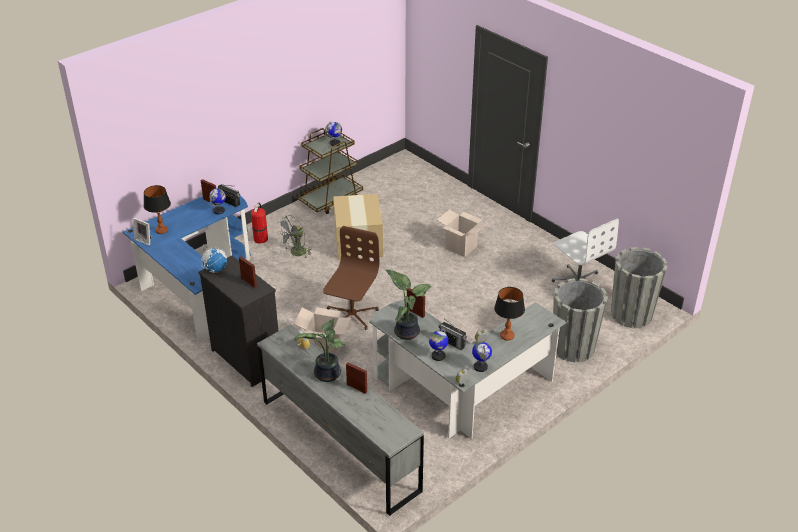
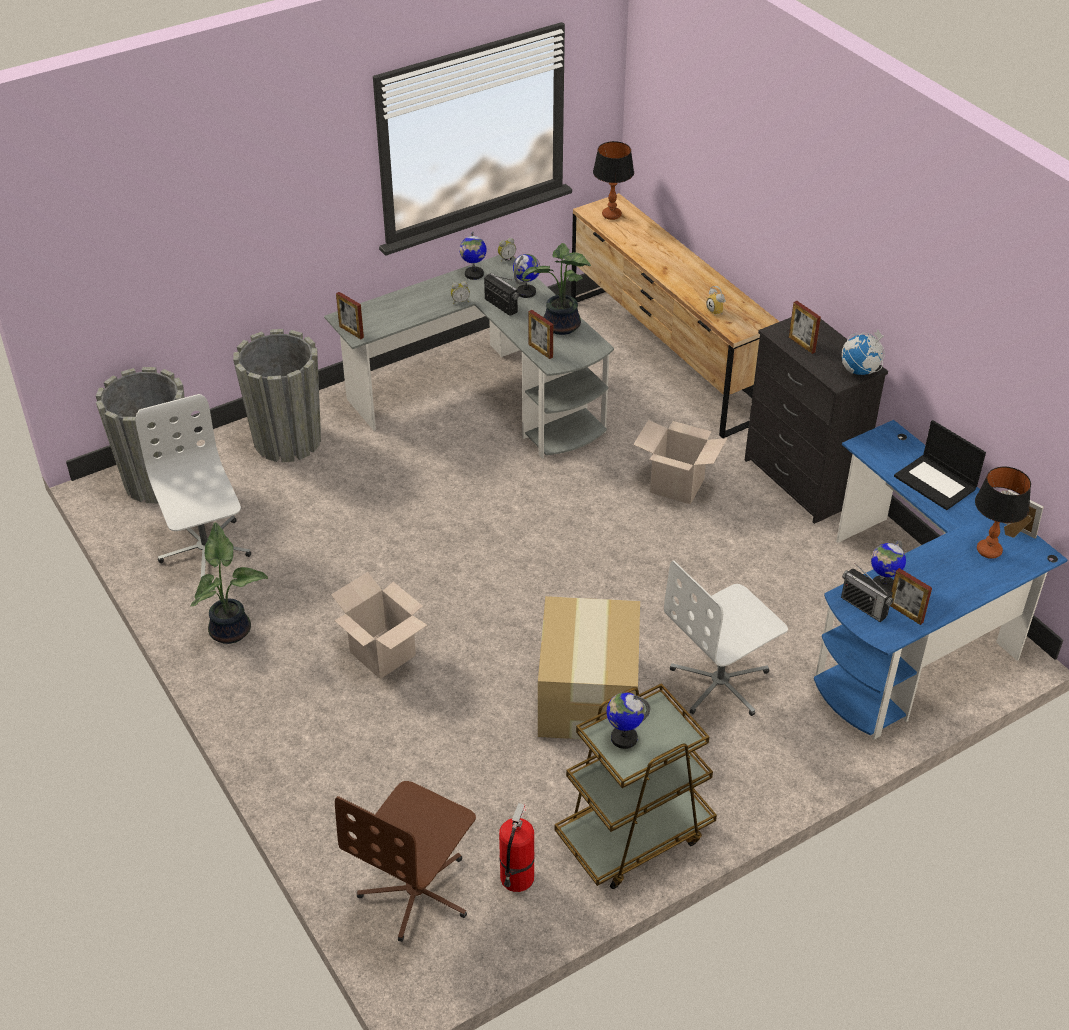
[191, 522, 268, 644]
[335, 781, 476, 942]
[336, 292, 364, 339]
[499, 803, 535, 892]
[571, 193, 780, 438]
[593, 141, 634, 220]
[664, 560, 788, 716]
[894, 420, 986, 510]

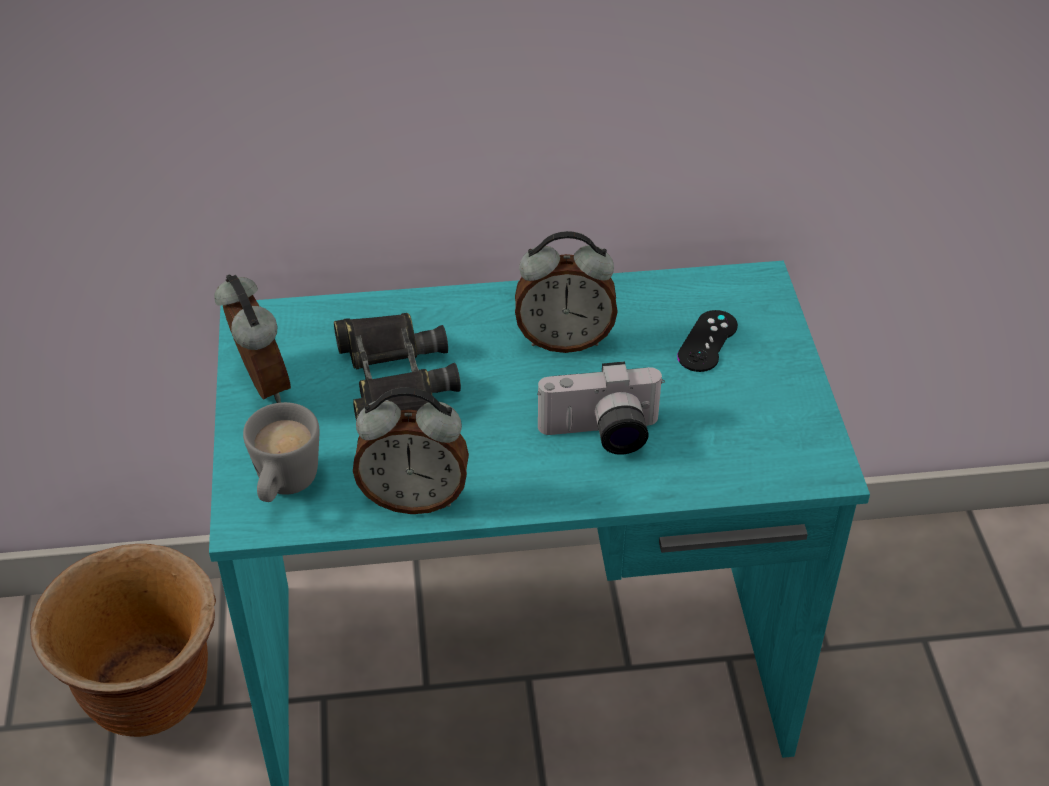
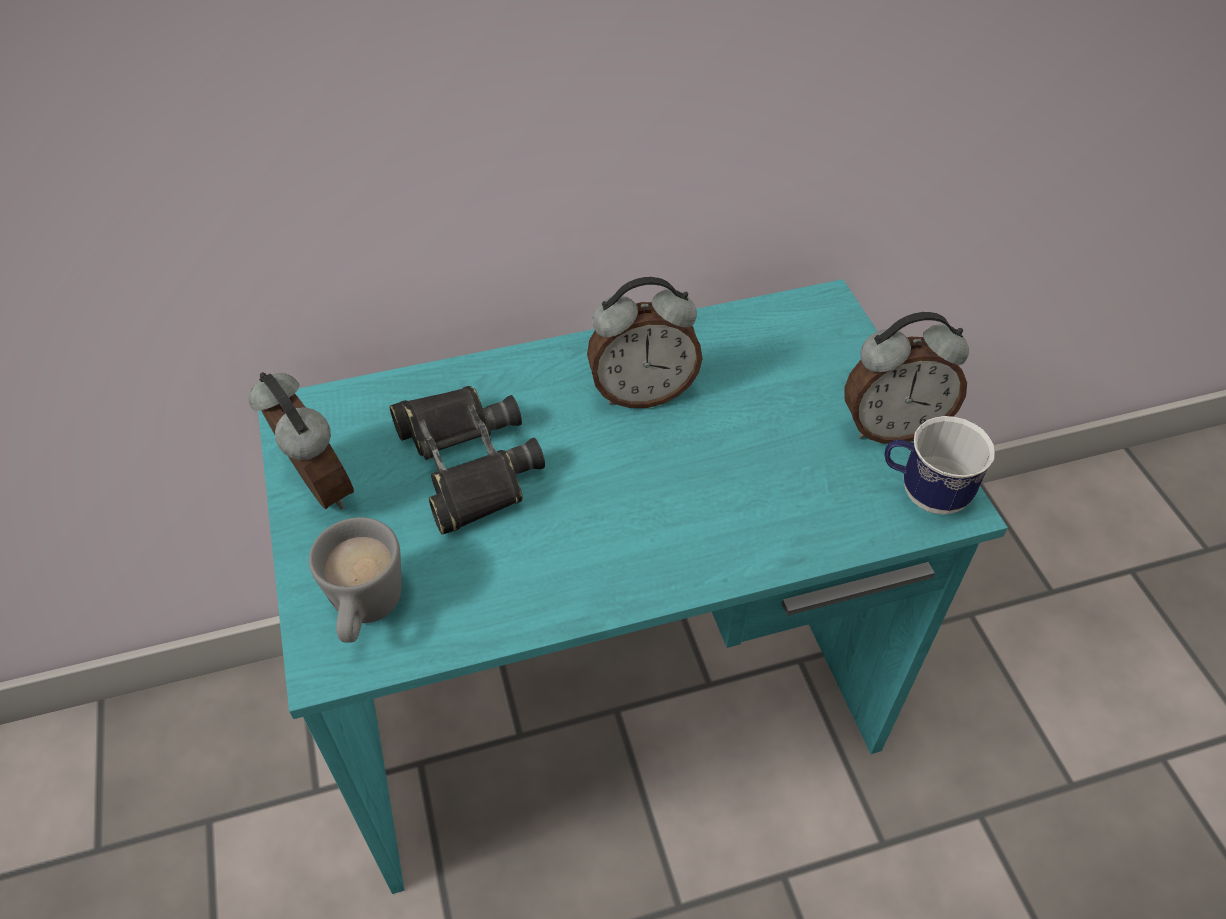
[844, 312, 969, 444]
[884, 416, 995, 515]
[30, 544, 216, 737] (first image)
[537, 361, 665, 455] (first image)
[677, 310, 738, 372] (first image)

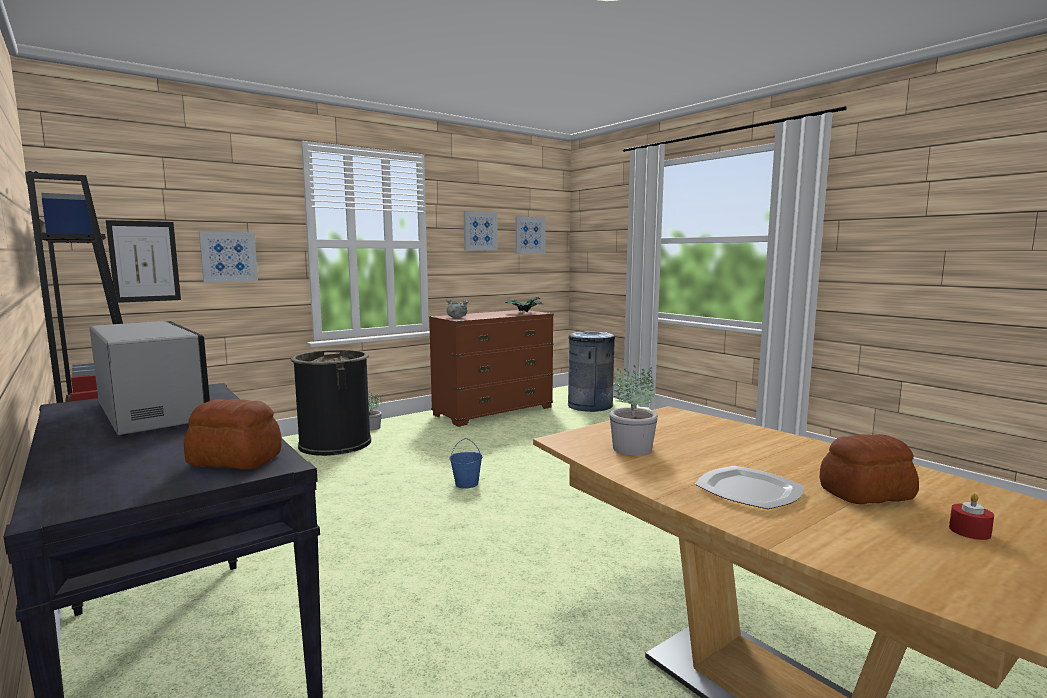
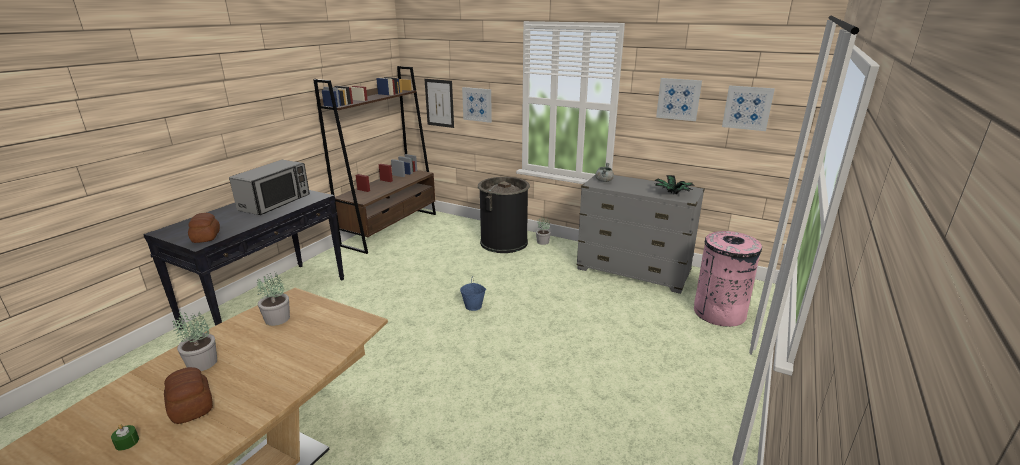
[111, 424, 139, 451]
[172, 311, 217, 371]
[576, 175, 705, 294]
[694, 231, 762, 327]

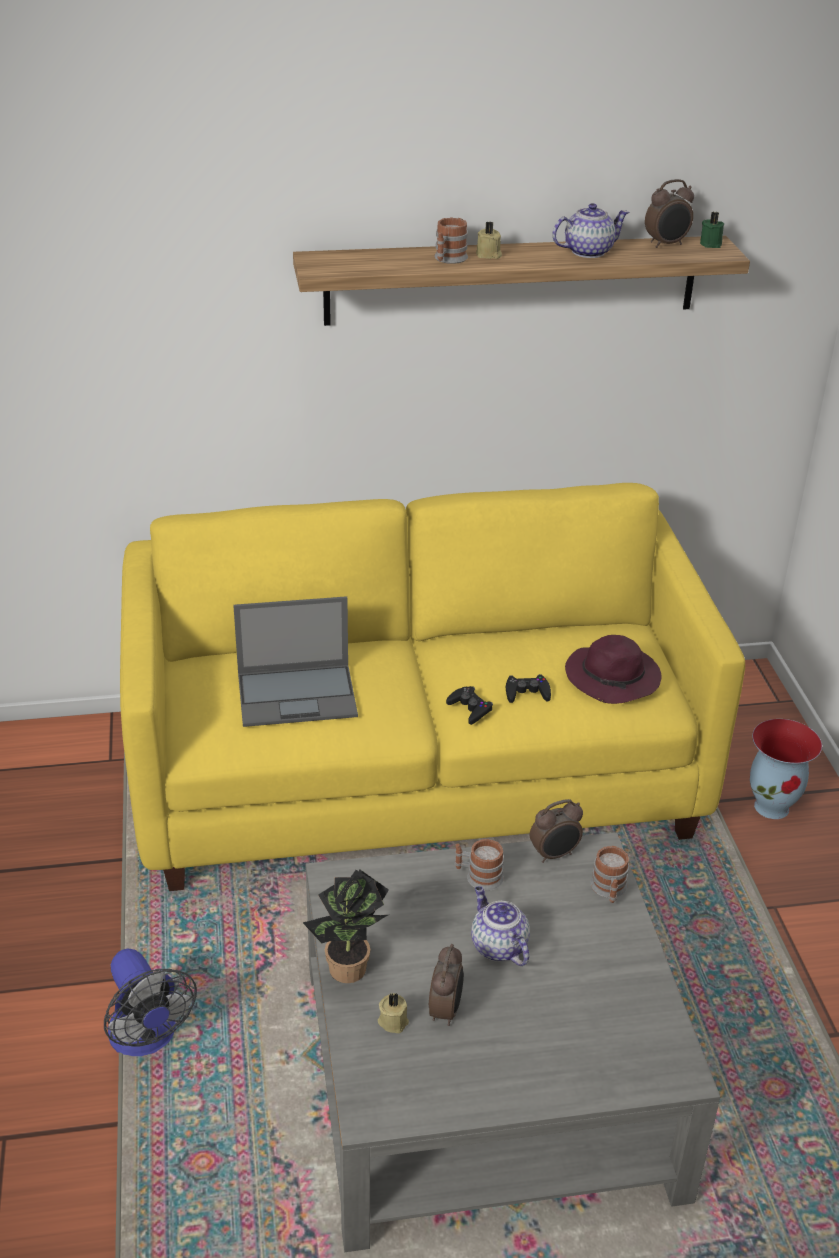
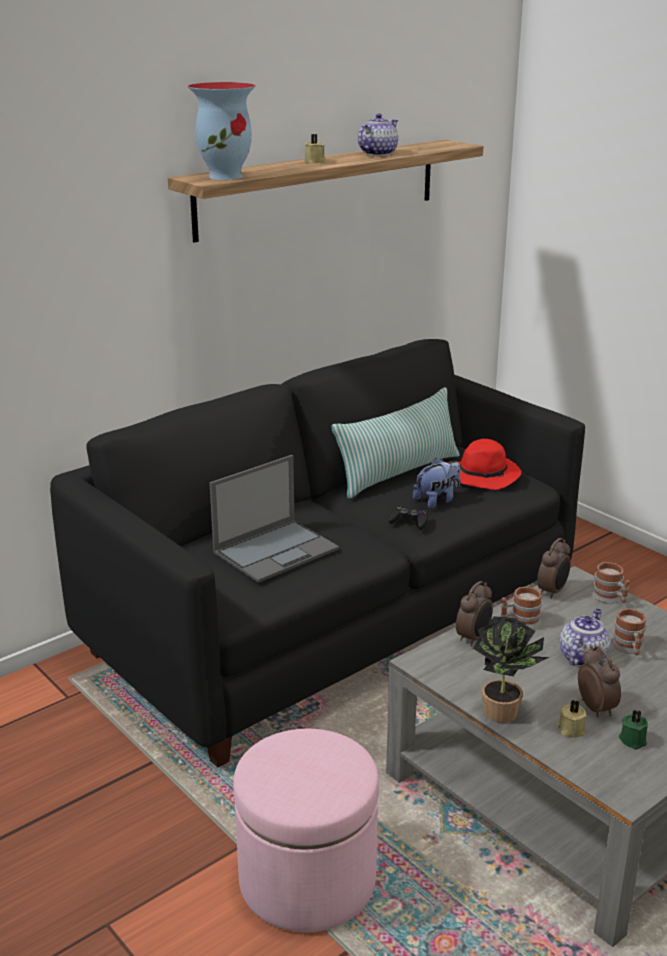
[50, 339, 585, 767]
[188, 82, 256, 180]
[233, 729, 379, 932]
[331, 387, 460, 499]
[413, 458, 461, 509]
[448, 439, 521, 490]
[456, 581, 493, 646]
[559, 609, 610, 666]
[611, 608, 646, 655]
[619, 709, 648, 749]

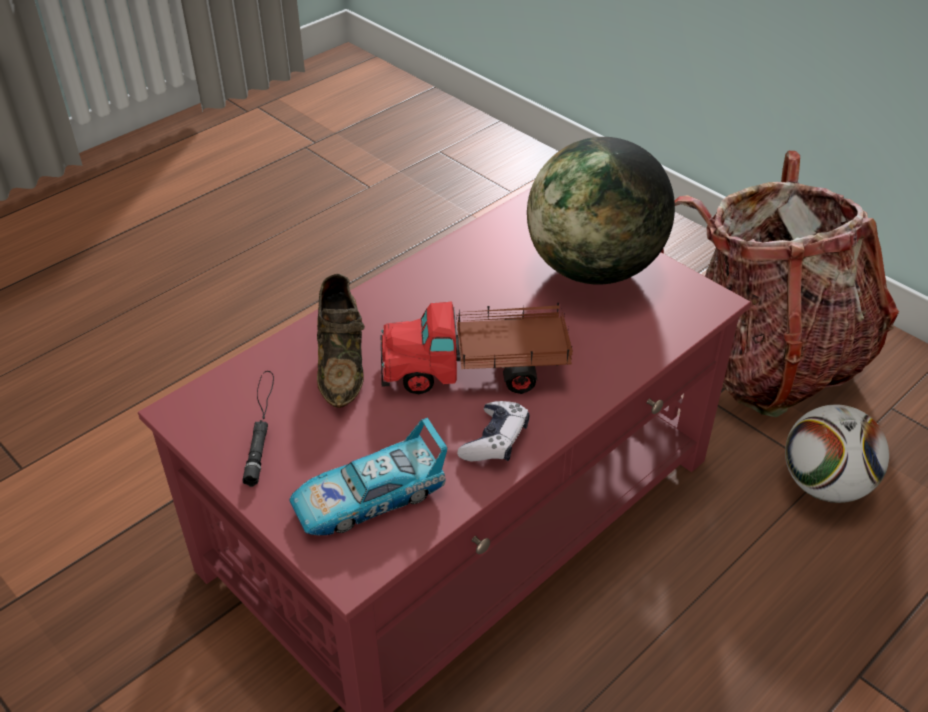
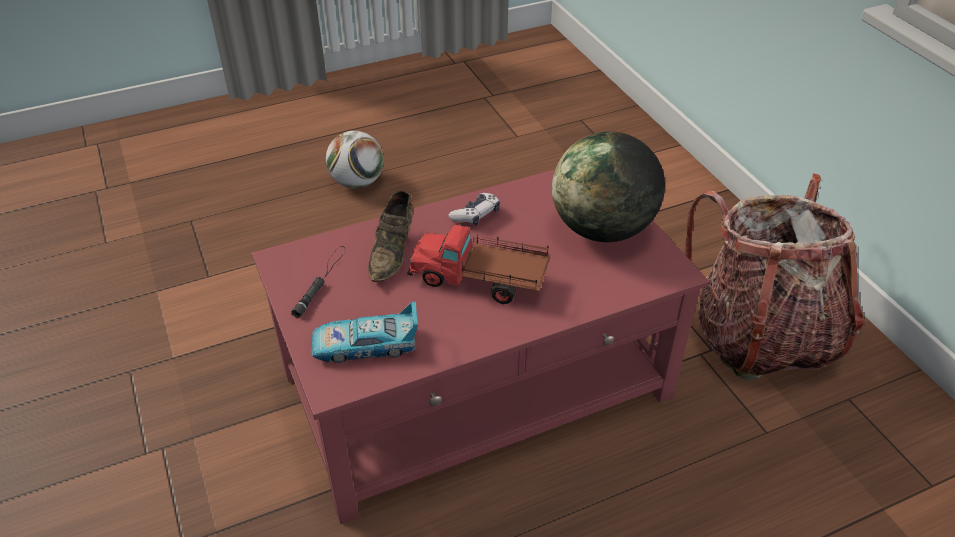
[326, 131, 384, 189]
[448, 193, 500, 226]

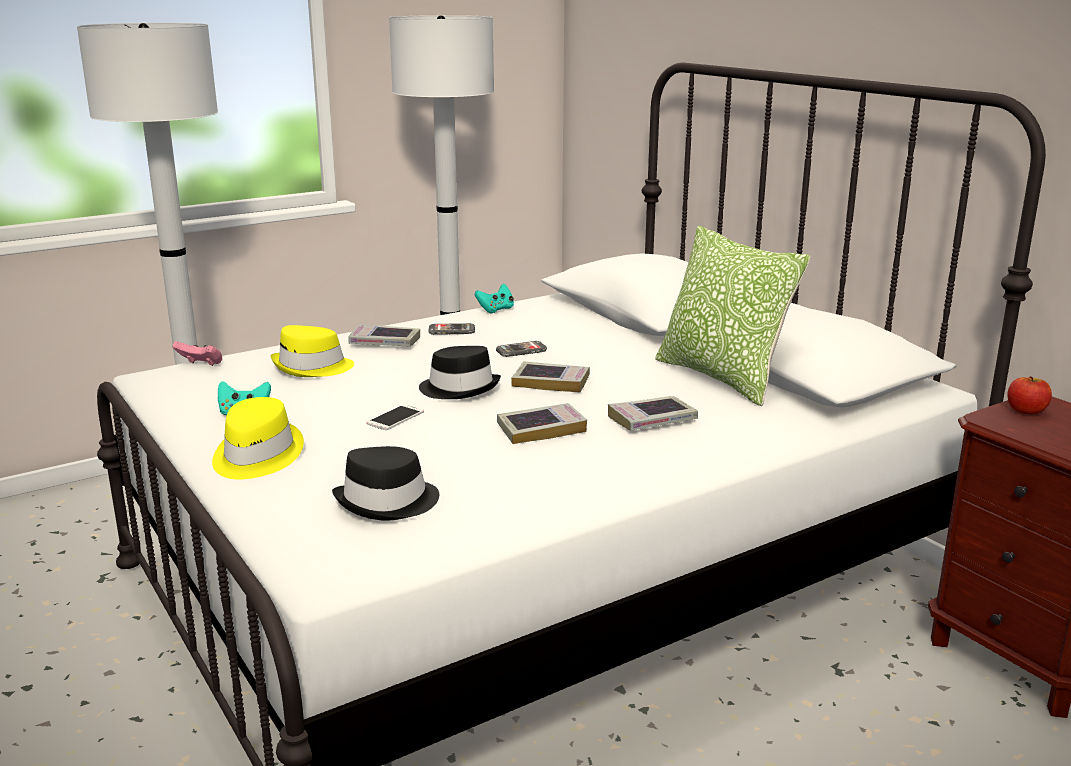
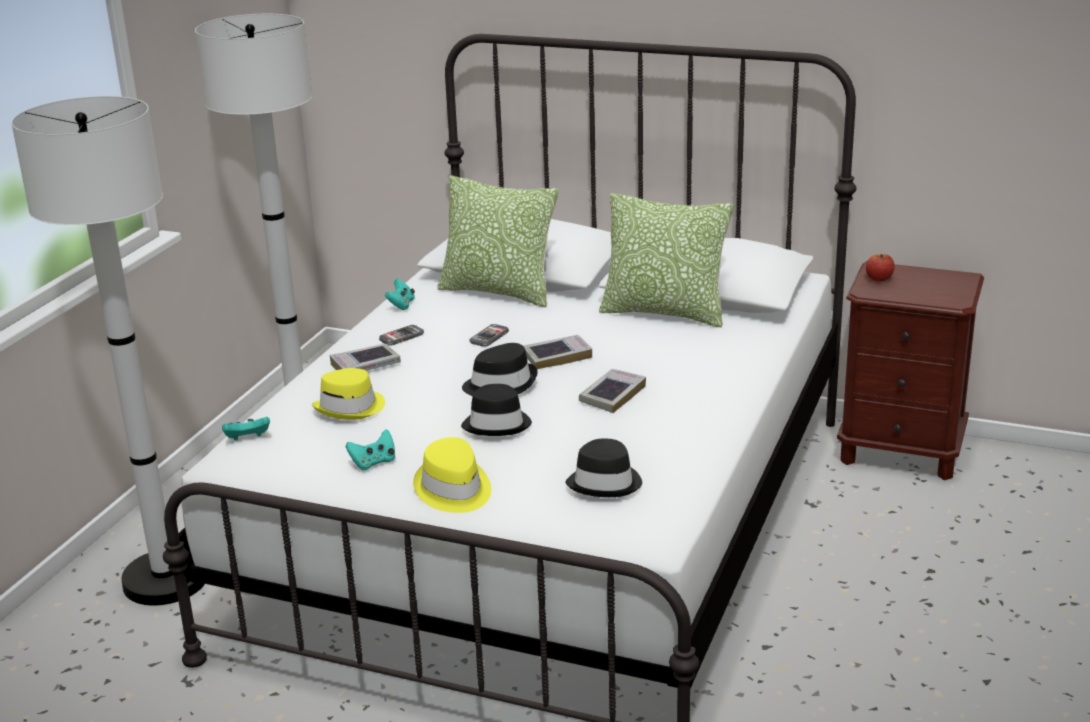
[222, 417, 270, 440]
[437, 175, 558, 307]
[461, 384, 532, 436]
[608, 396, 698, 431] (first image)

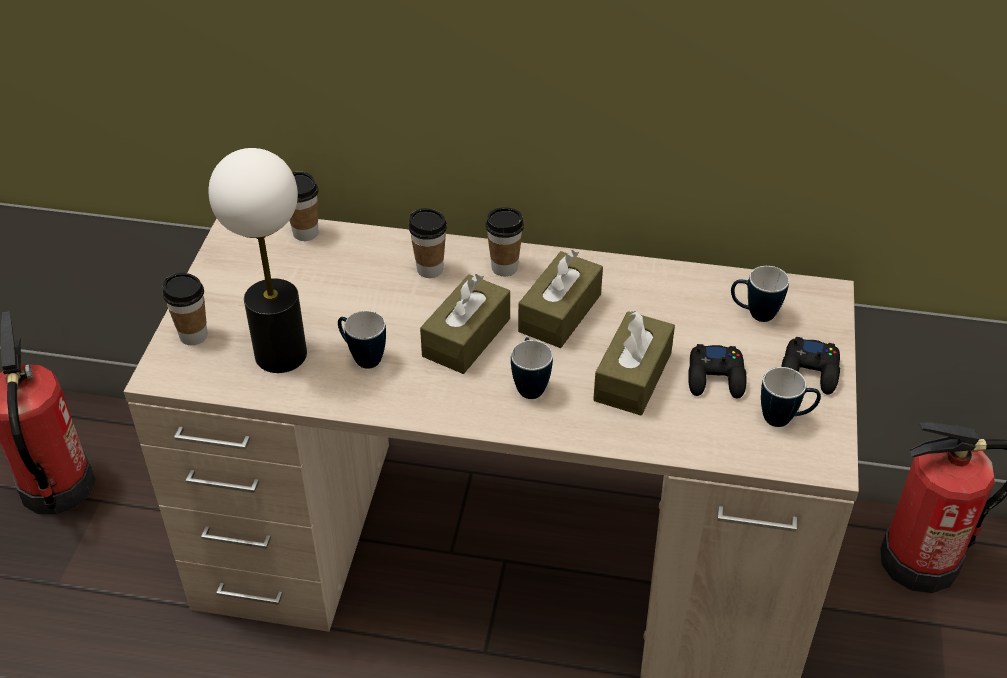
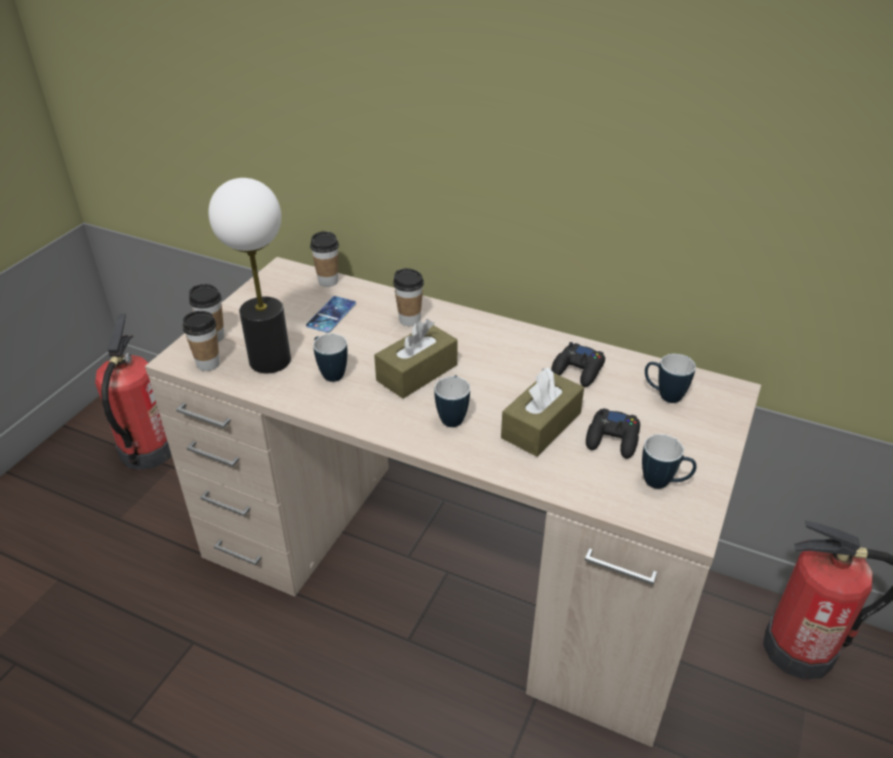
[182, 311, 220, 371]
[306, 296, 356, 333]
[551, 342, 605, 387]
[518, 250, 603, 348] (first image)

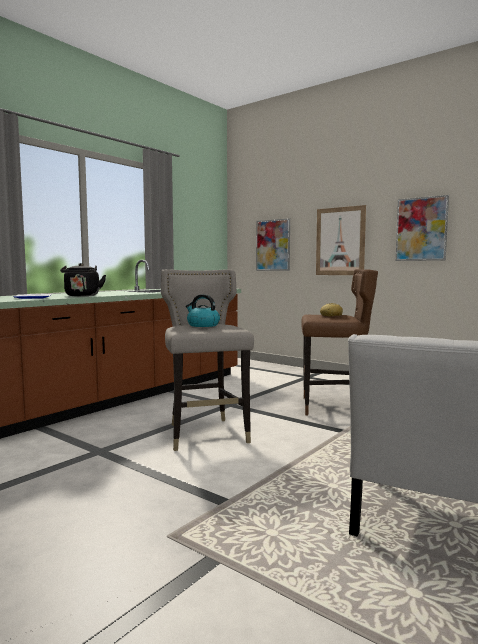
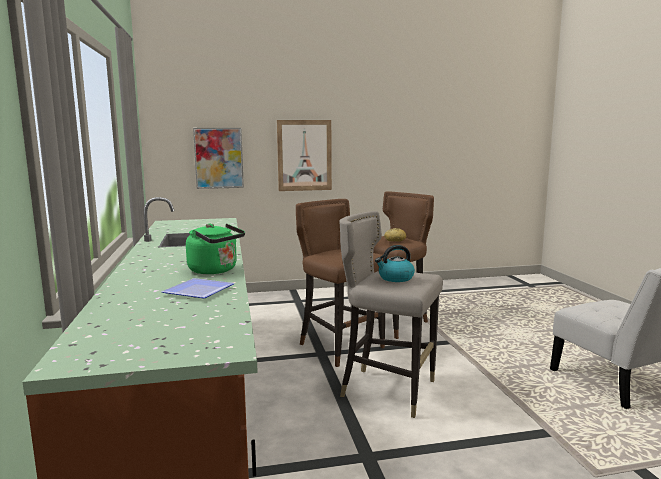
[186, 223, 245, 274]
[296, 199, 389, 367]
[396, 195, 449, 261] (first image)

